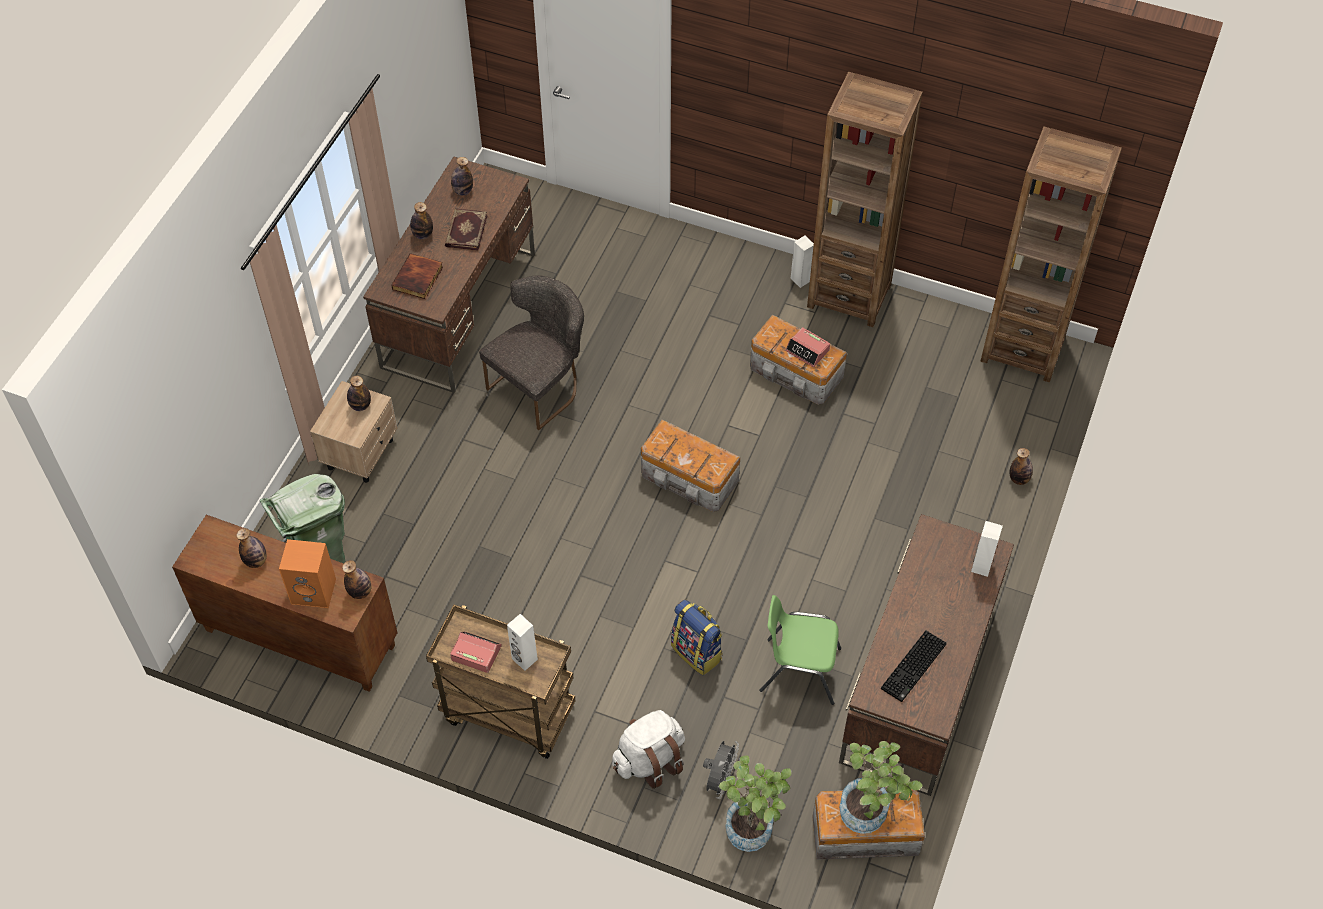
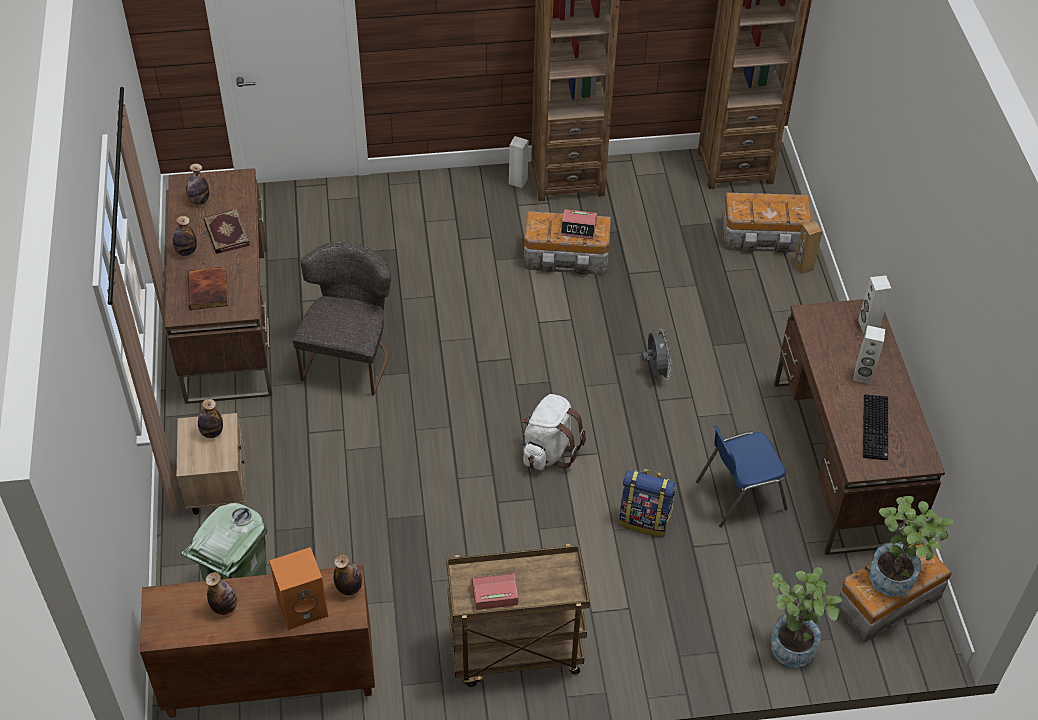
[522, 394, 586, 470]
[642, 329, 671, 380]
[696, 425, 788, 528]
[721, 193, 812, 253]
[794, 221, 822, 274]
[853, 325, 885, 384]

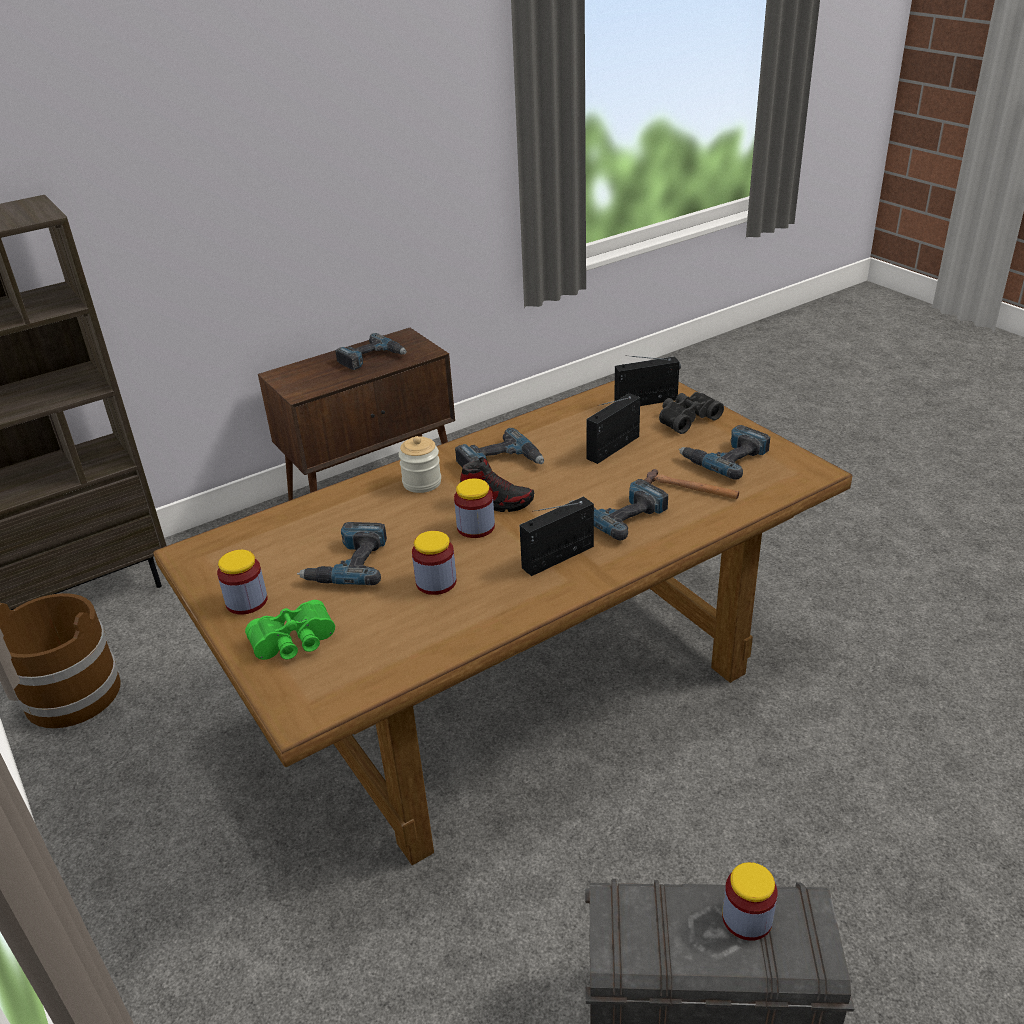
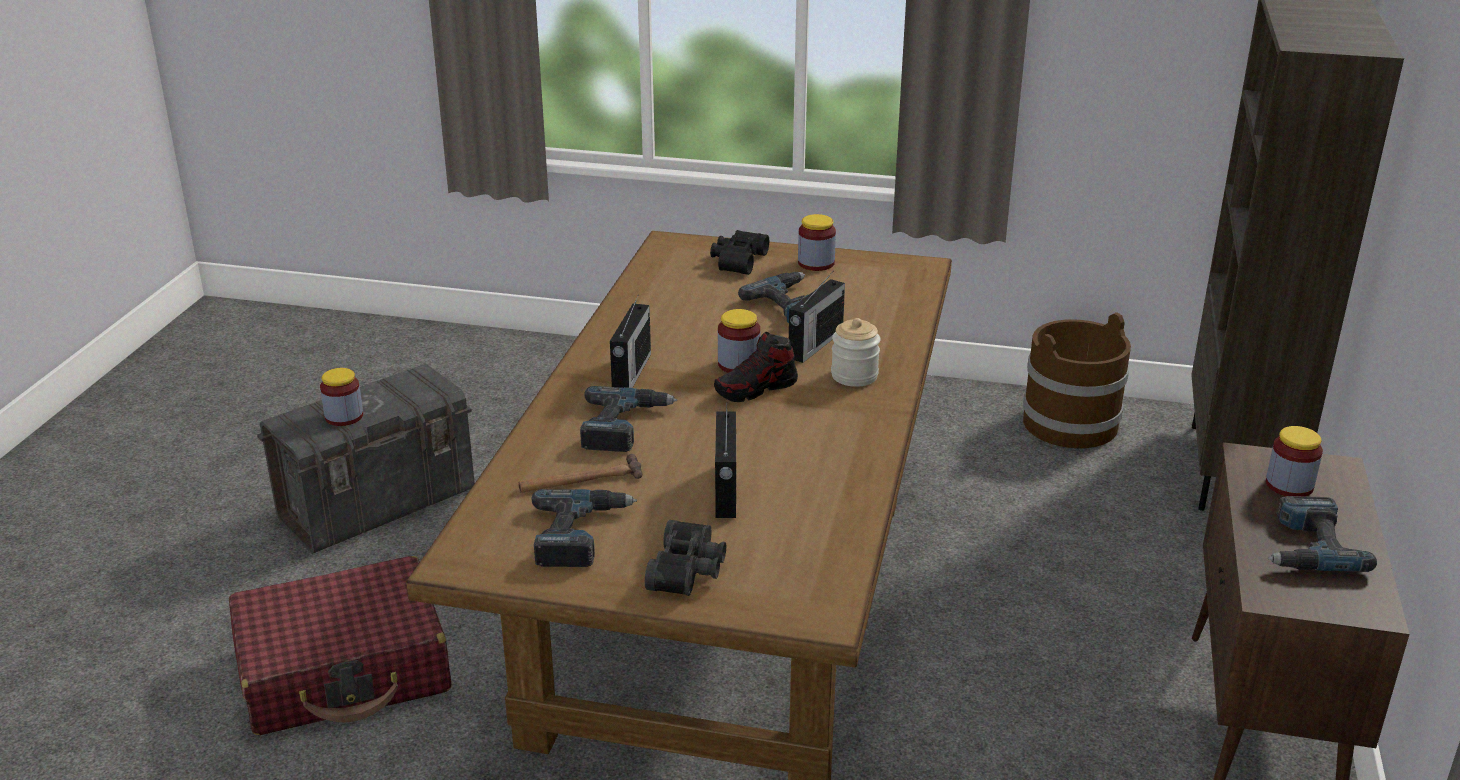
[229, 556, 452, 735]
[710, 230, 769, 275]
[789, 273, 845, 363]
[1266, 426, 1323, 496]
[455, 428, 544, 468] (first image)

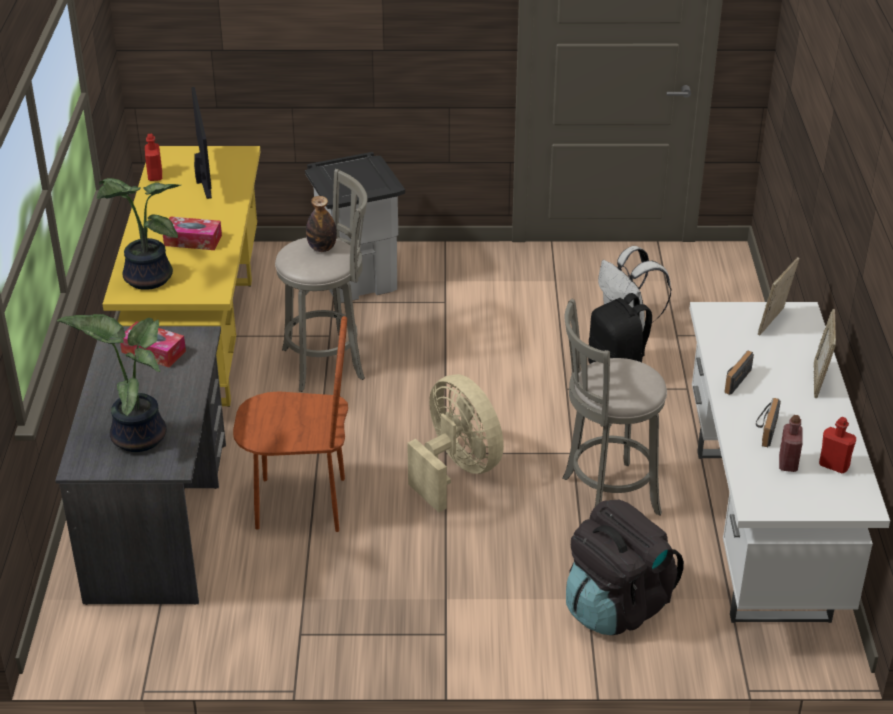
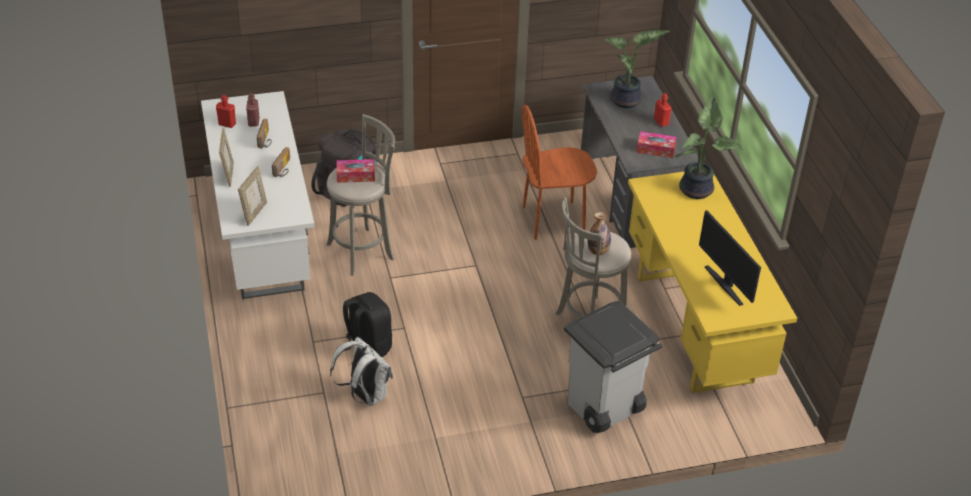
[337, 159, 375, 183]
[654, 93, 672, 127]
[407, 374, 504, 513] (first image)

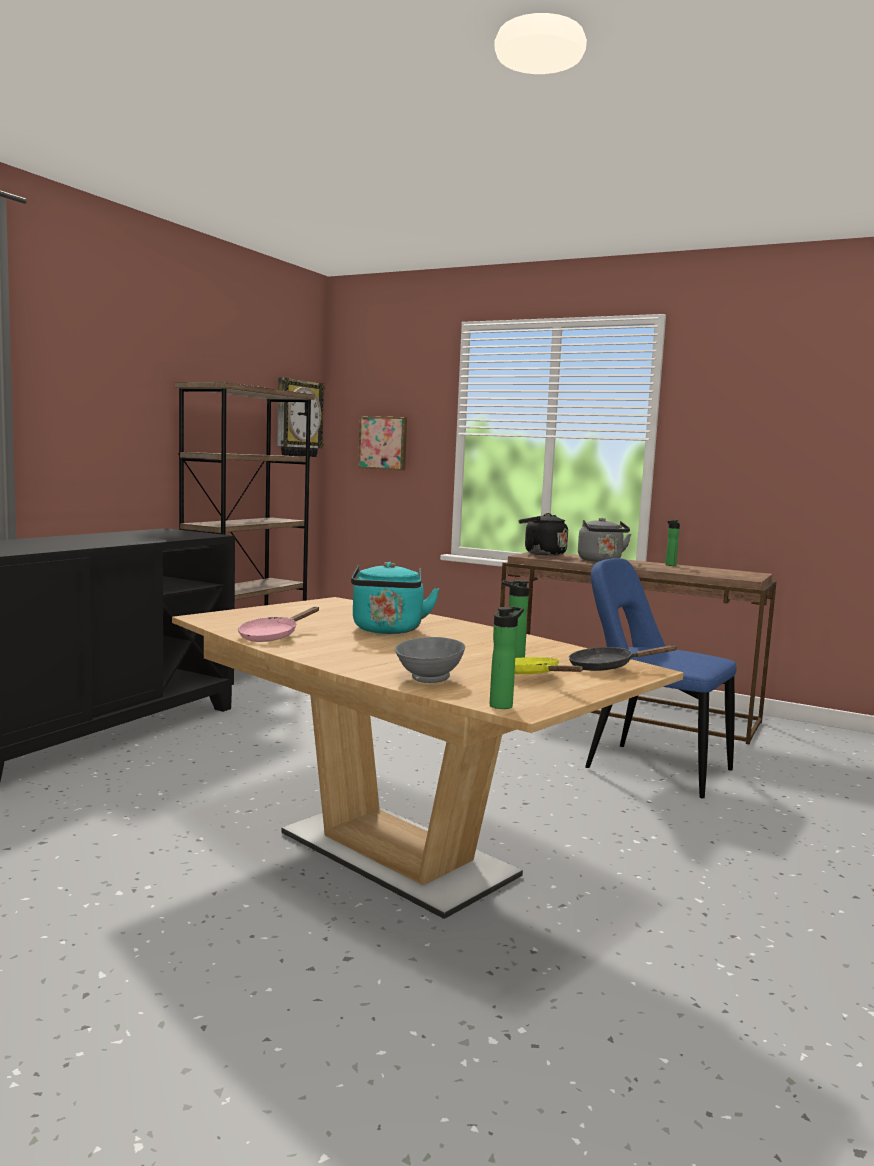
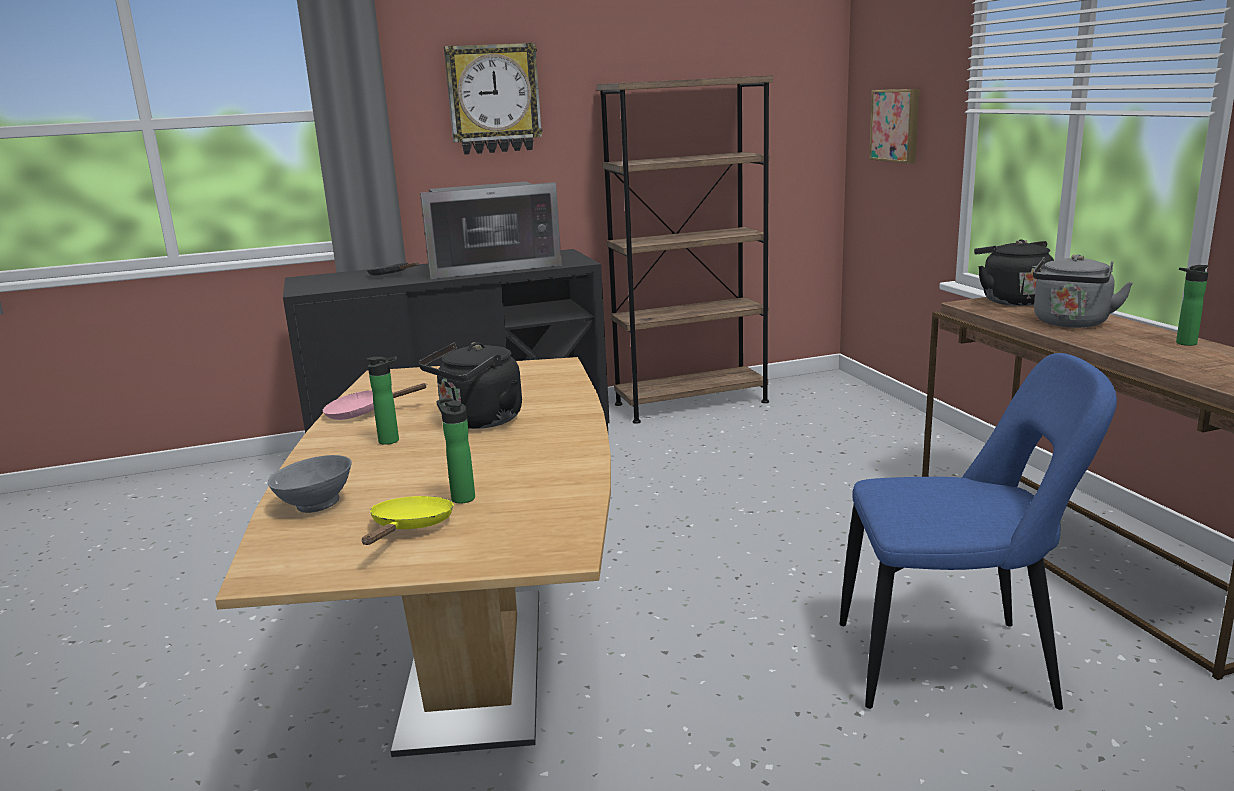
[366, 356, 399, 445]
[367, 262, 419, 276]
[419, 342, 522, 429]
[420, 181, 562, 279]
[444, 43, 543, 155]
[840, 353, 1117, 710]

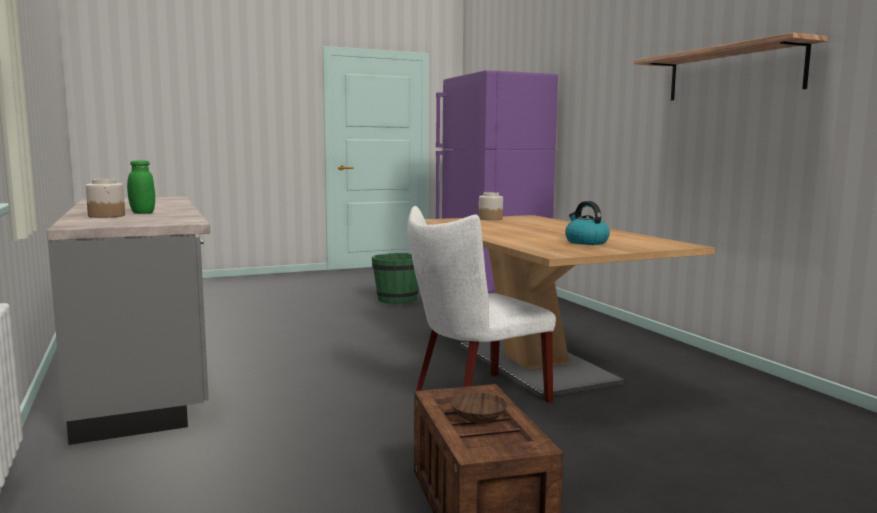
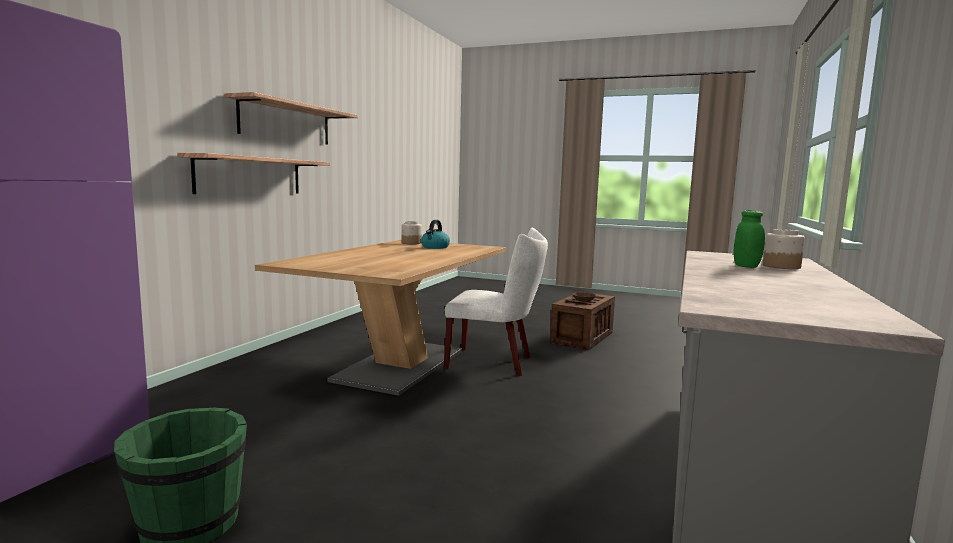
[177, 153, 330, 194]
[401, 221, 422, 244]

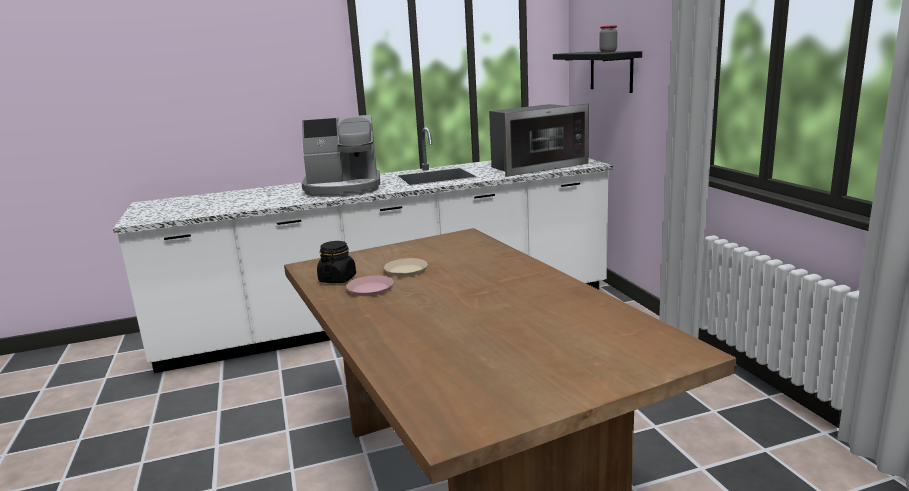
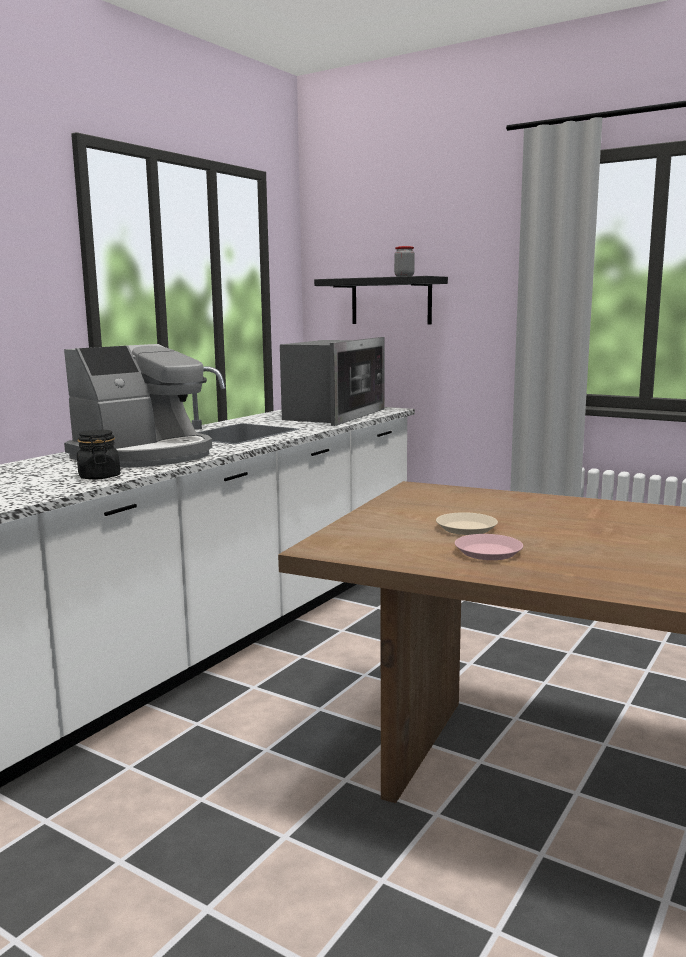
[77, 430, 120, 479]

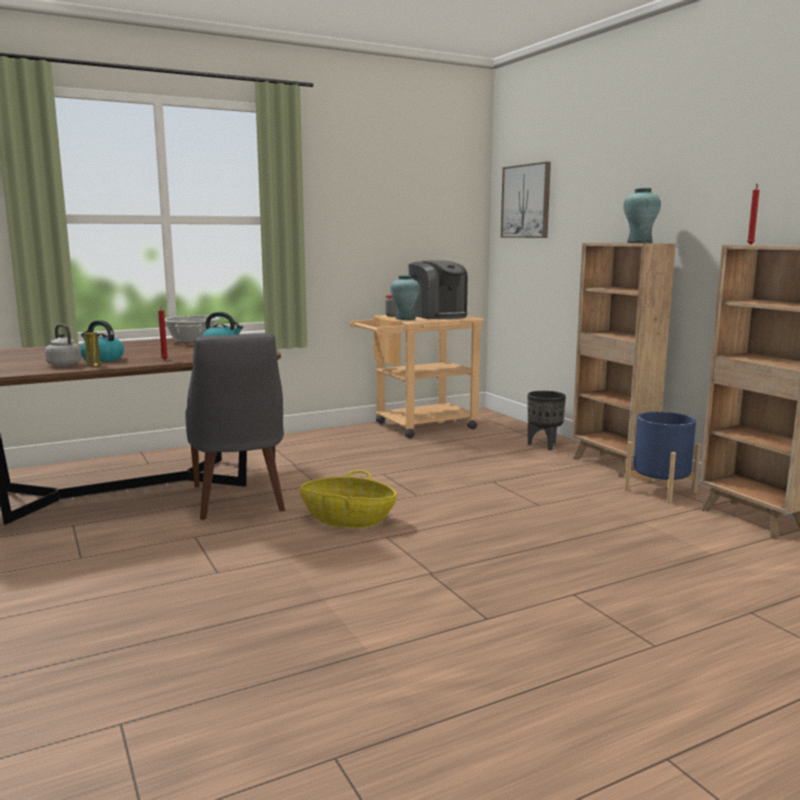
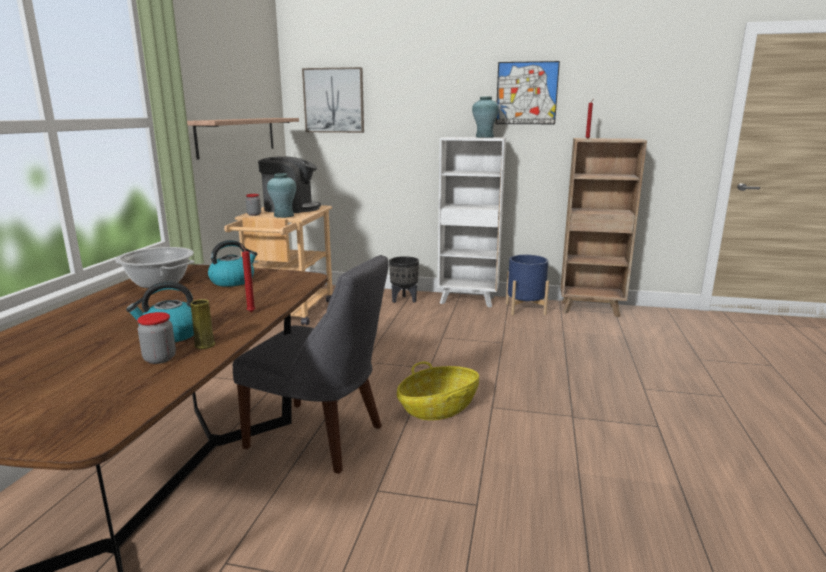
[137, 312, 176, 364]
[187, 118, 299, 160]
[437, 137, 506, 308]
[496, 61, 560, 124]

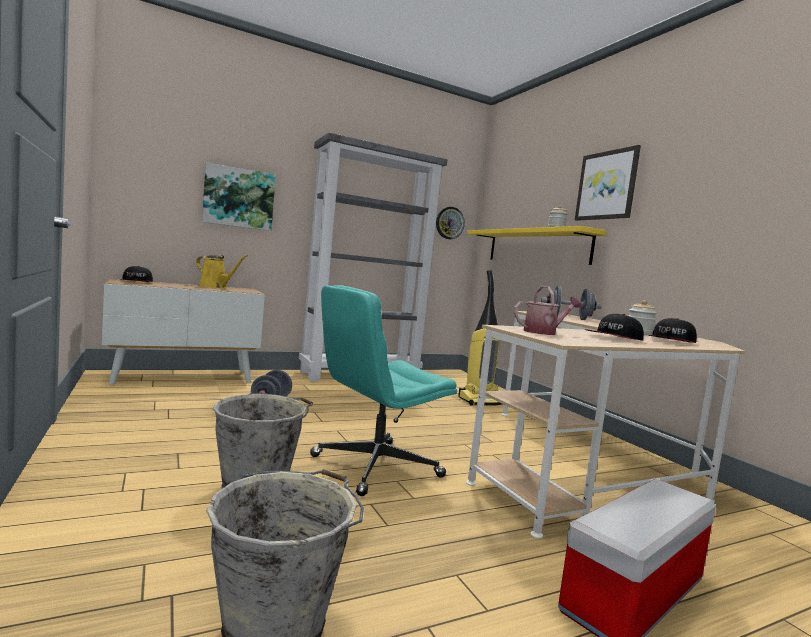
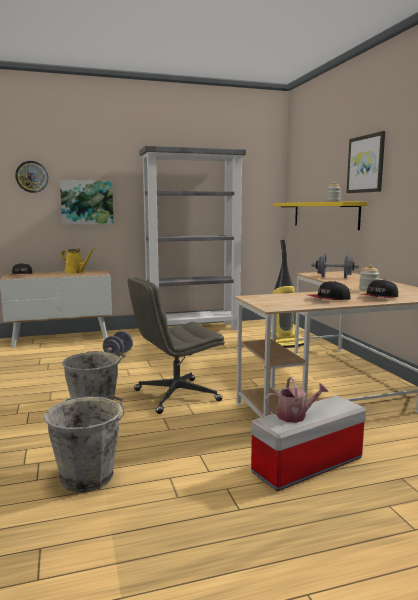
[15, 161, 48, 193]
[128, 277, 225, 414]
[265, 376, 329, 423]

